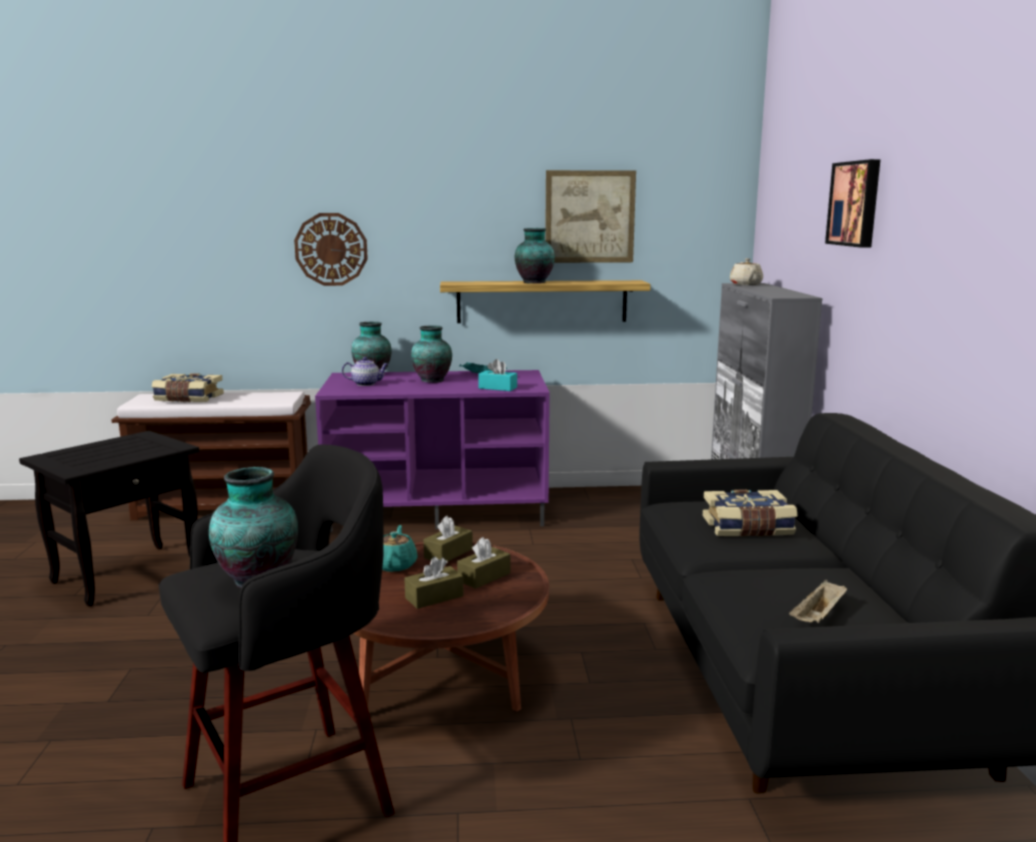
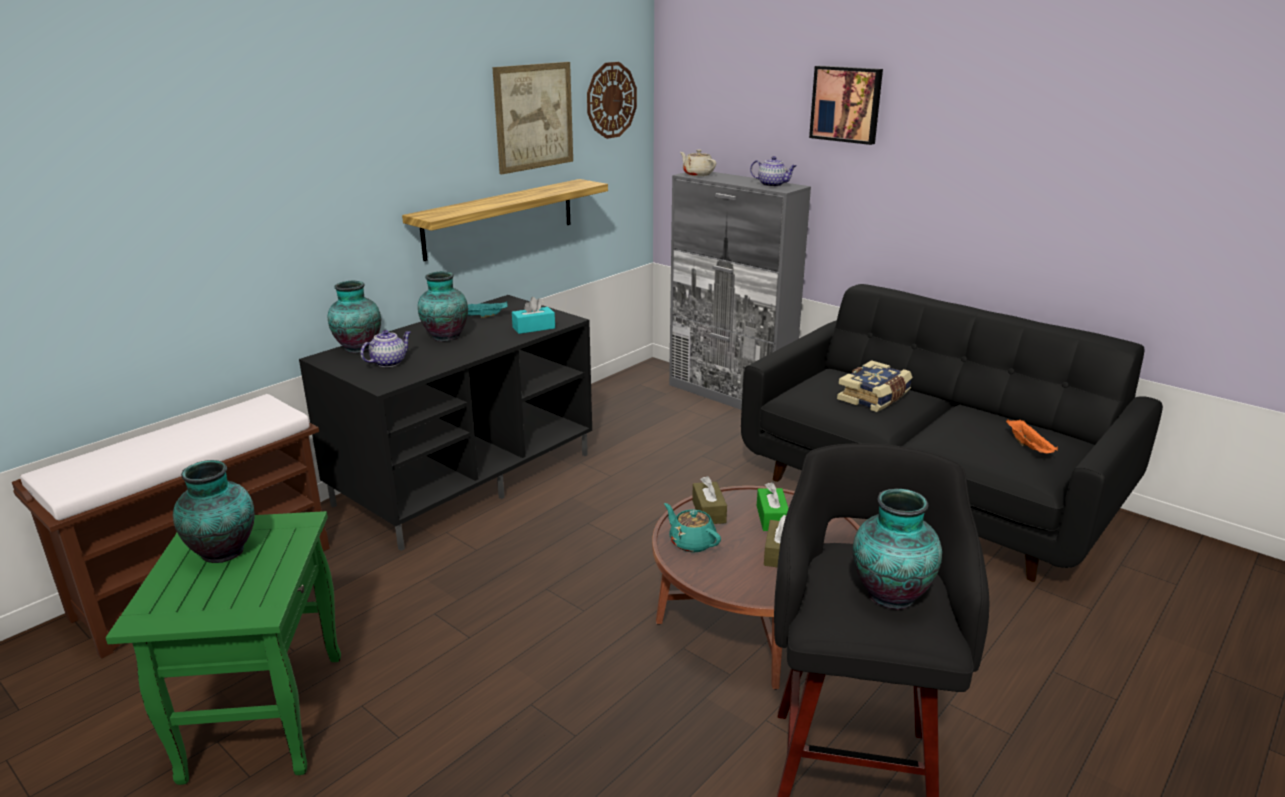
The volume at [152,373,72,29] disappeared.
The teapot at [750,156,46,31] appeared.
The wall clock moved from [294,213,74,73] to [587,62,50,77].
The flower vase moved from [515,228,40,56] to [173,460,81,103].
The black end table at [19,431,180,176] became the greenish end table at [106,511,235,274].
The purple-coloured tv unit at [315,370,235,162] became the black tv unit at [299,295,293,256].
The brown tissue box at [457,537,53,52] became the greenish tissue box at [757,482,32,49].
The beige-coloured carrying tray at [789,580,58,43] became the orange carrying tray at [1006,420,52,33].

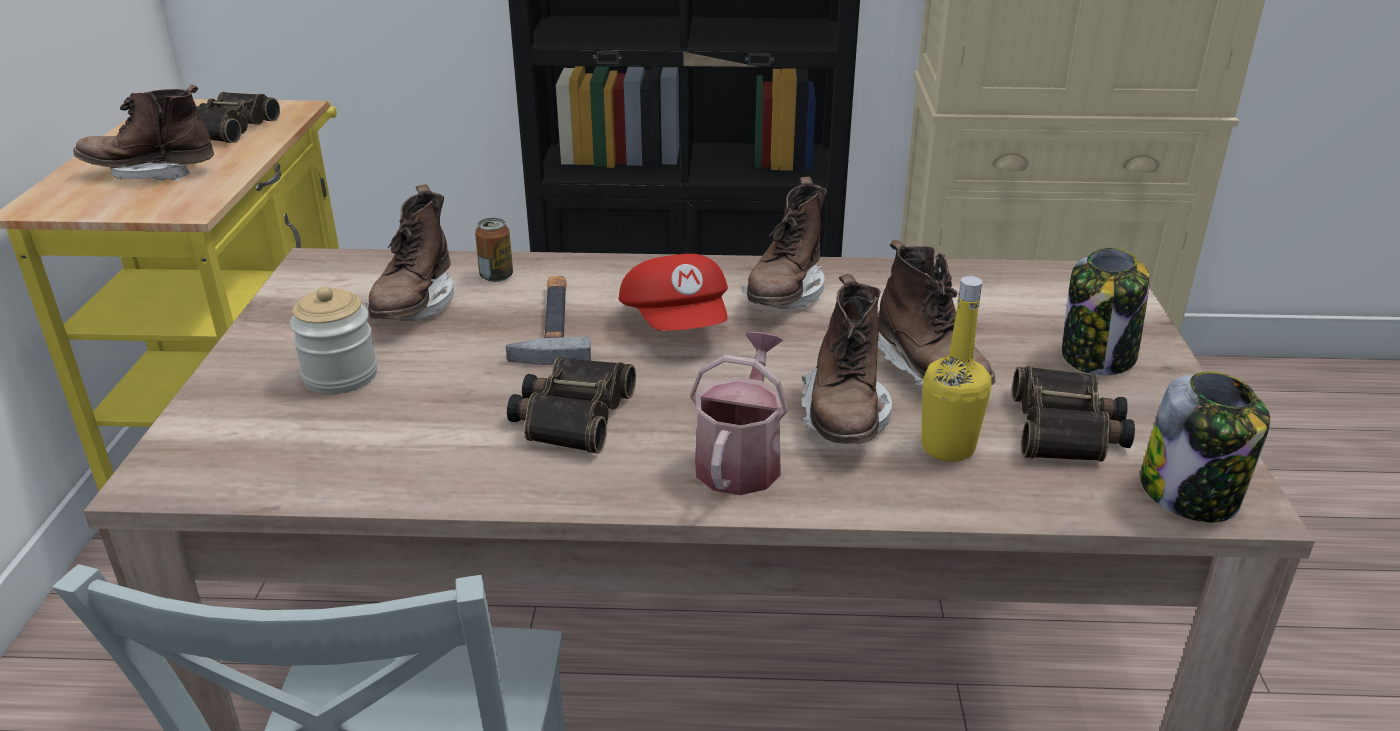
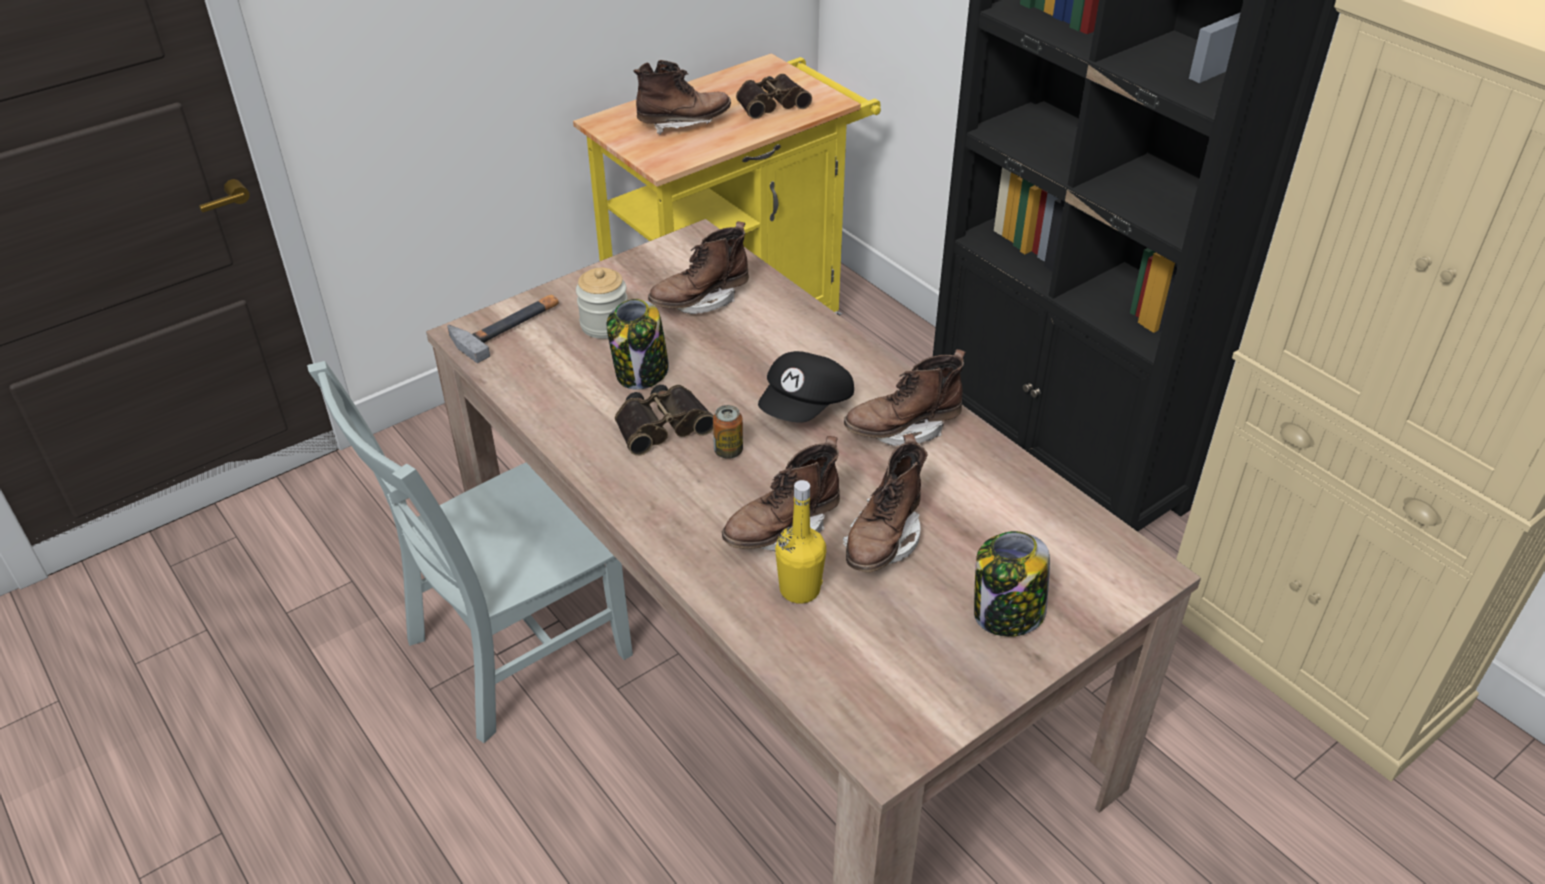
The watering can at [690,332,99,163] disappeared.
The pair of binoculars at [1012,366,123,96] disappeared.
The can moved from [475,218,38,64] to [713,405,30,54].
The tool hammer moved from [506,276,85,89] to [447,295,112,68].
The jar moved from [1140,371,130,151] to [607,299,62,91].
The red cap at [619,254,109,77] became the black cap at [758,351,96,72].
The brown boot at [74,85,140,96] turned 120 degrees clockwise.

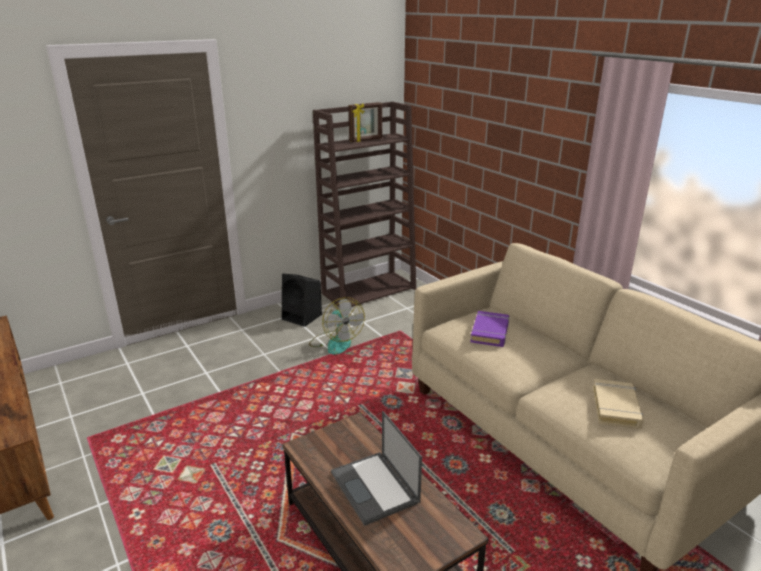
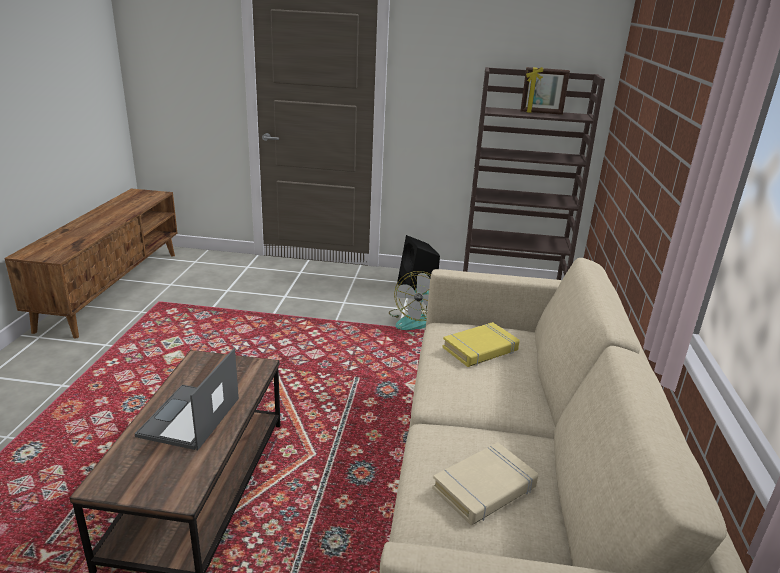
The purple-coloured volume at [471,311,38,36] became the yellowish volume at [442,322,78,45].

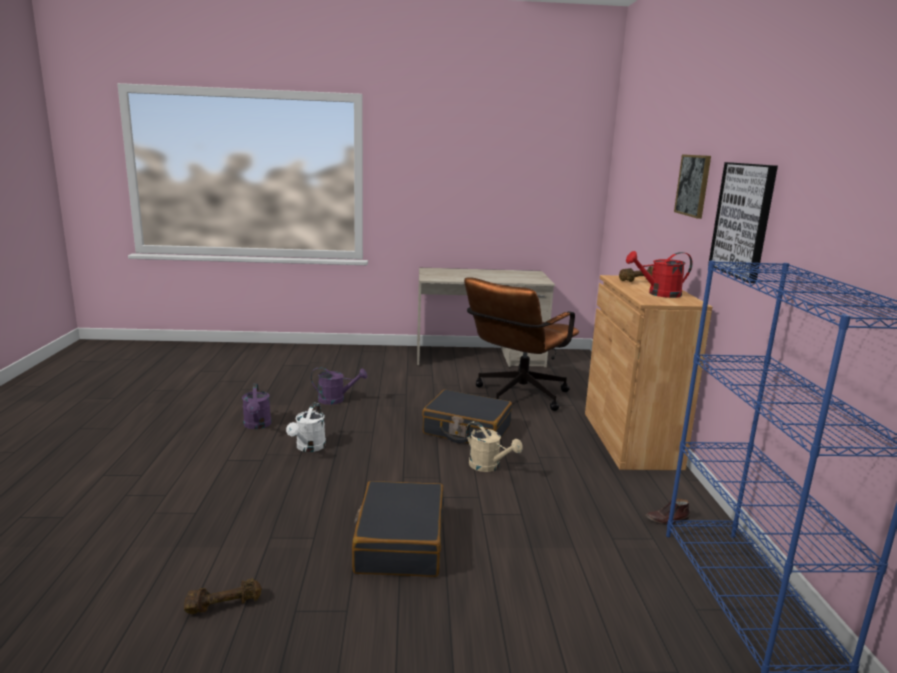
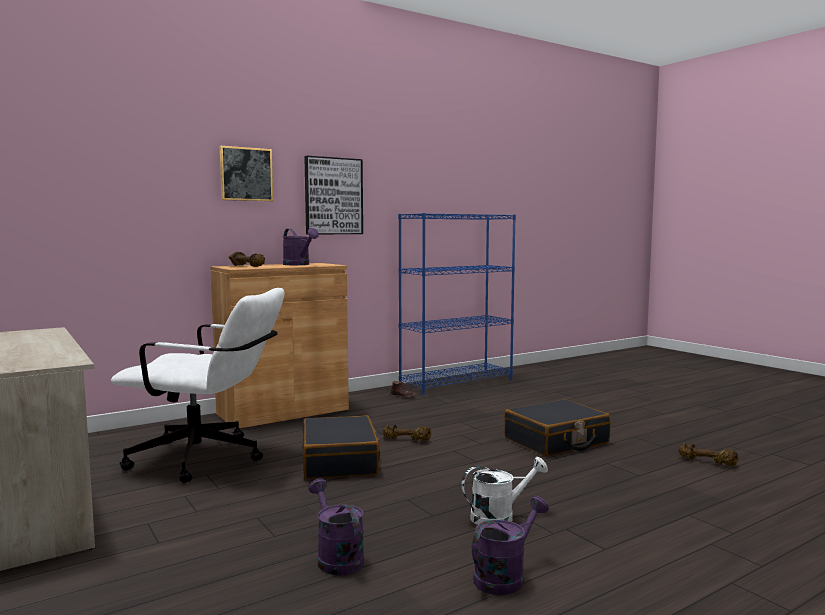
The beige-coloured watering can at [466,421,57,51] was replaced by the brown hand weight at [383,425,48,16].
The brown office chair at [464,278,115,133] became the whitish office chair at [111,288,174,195].
The red watering can at [626,251,66,47] became the purple-coloured watering can at [283,228,36,37].

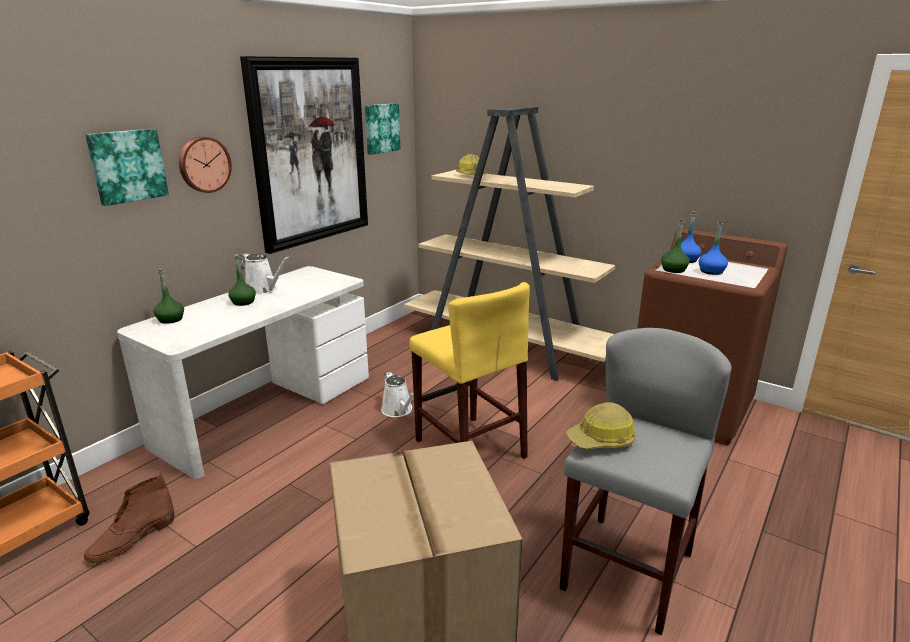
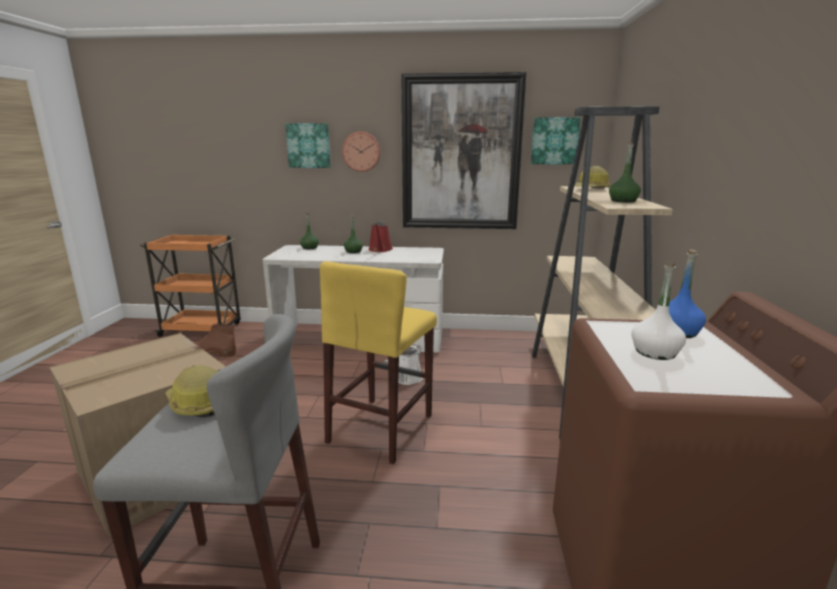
The greenish beverage bottle moved from [661,219,29,54] to [609,142,32,61].
The whitish watering can at [239,253,51,42] became the red watering can at [369,221,24,31].
The blue beverage bottle at [699,221,29,54] became the whitish beverage bottle at [632,262,54,98].

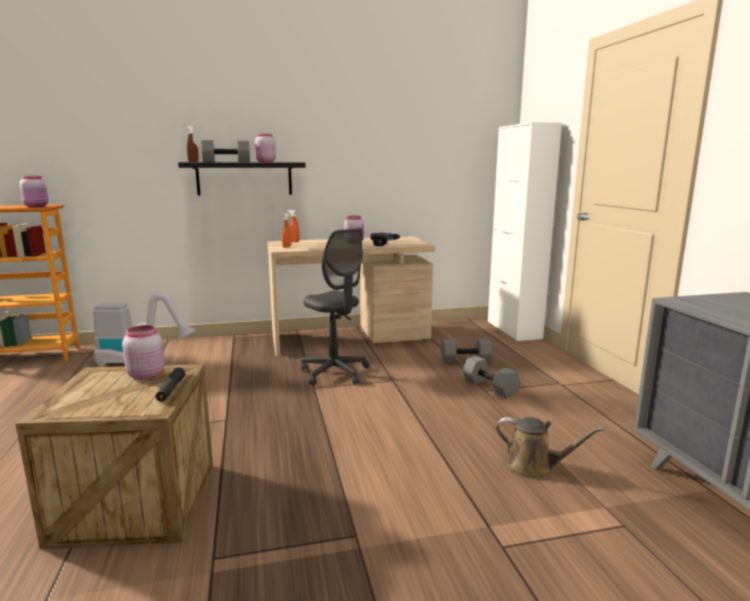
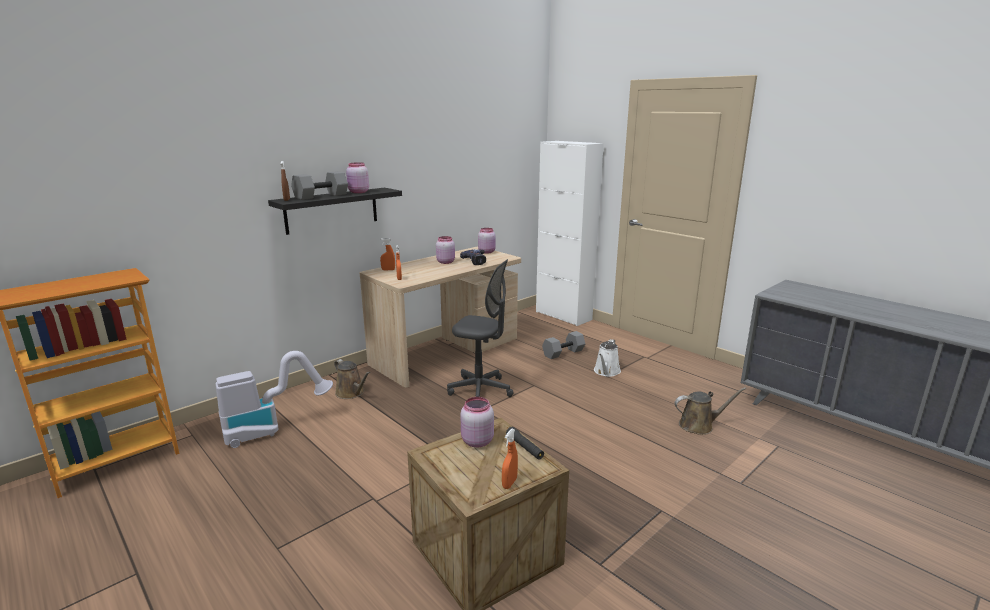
The brown watering can at [334,359,37,40] appeared.
The orange spray bottle at [502,428,16,61] appeared.
The pink-coloured jar moved from [20,176,28,31] to [478,228,18,26].
The greyish hand weight at [462,356,58,42] was replaced by the whitish watering can at [594,339,27,38].

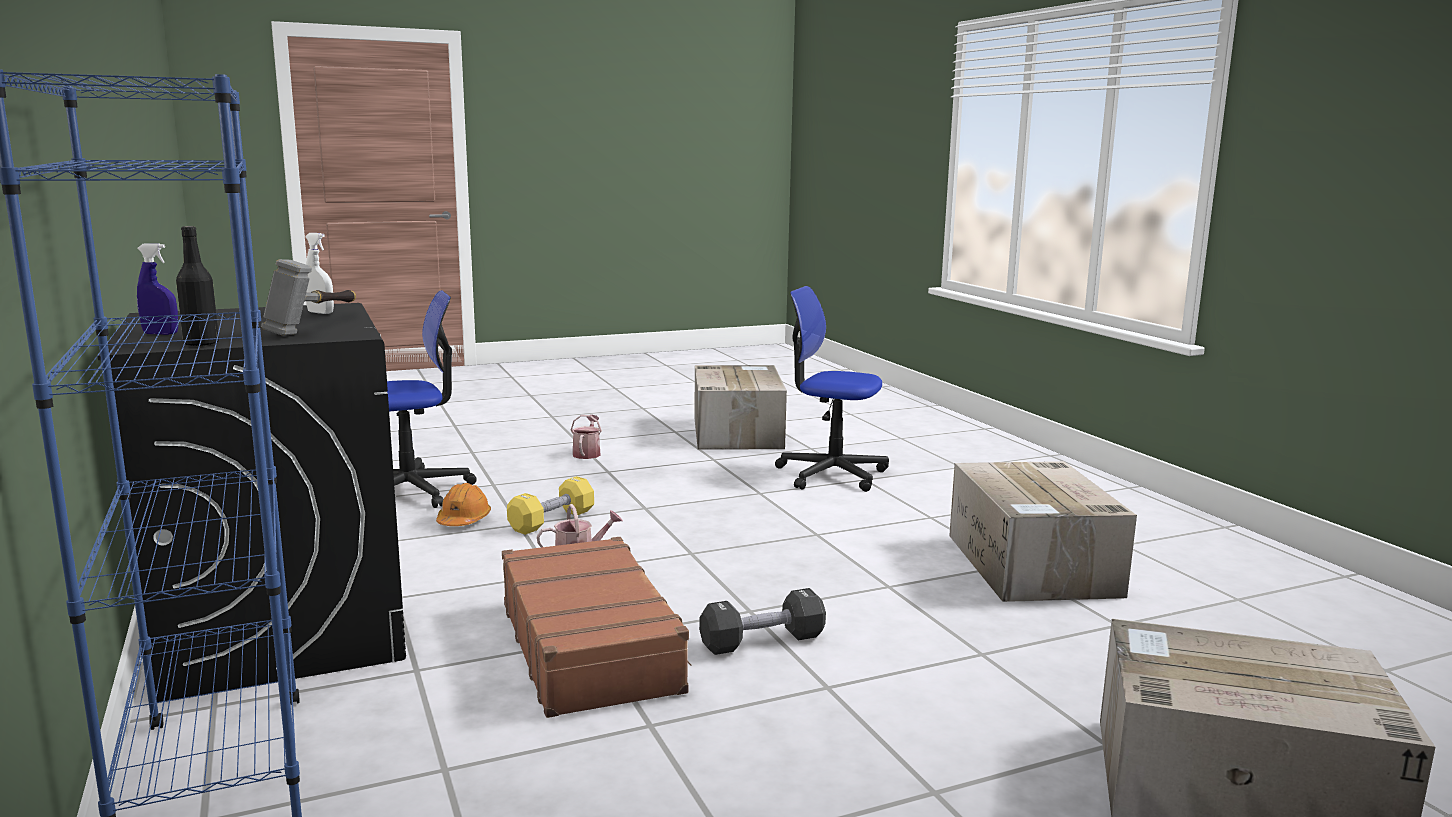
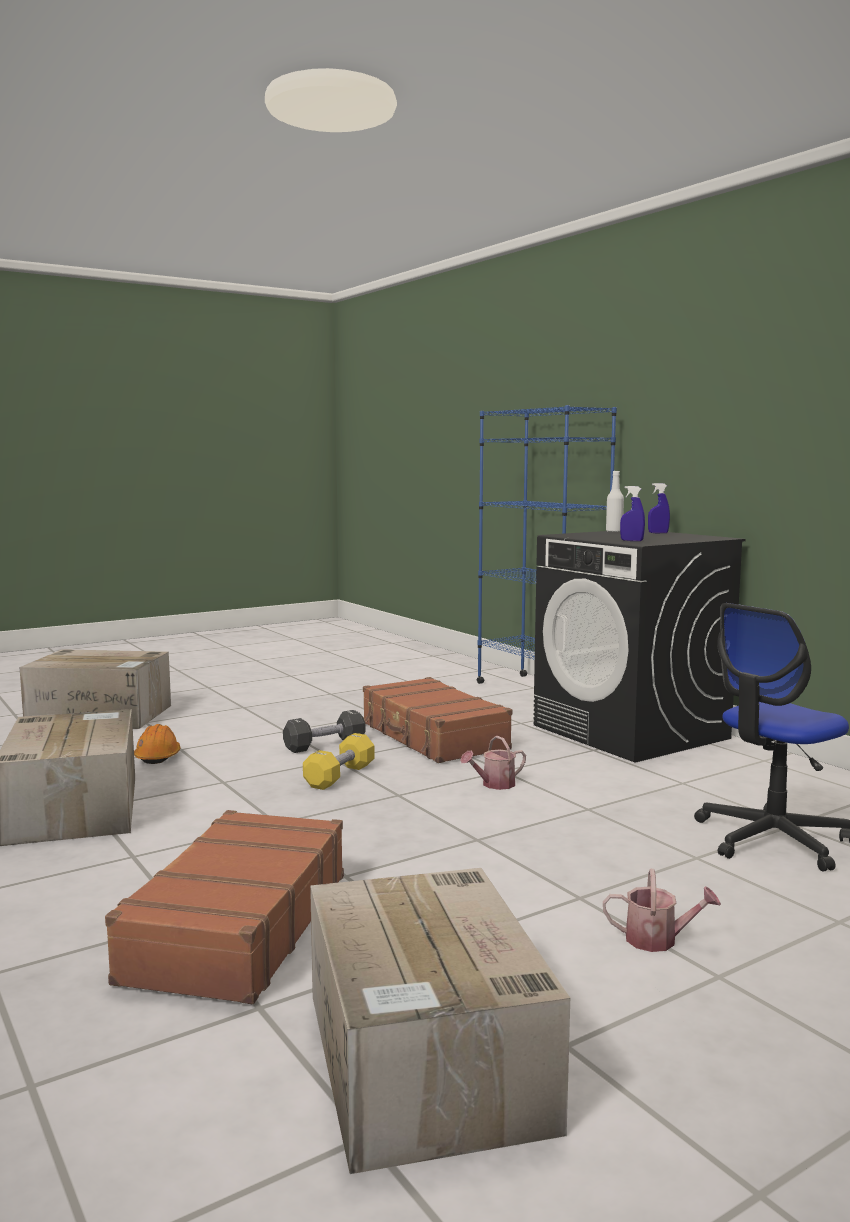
The tool hammer at [261,259,95,77] disappeared.
The orange hard hat moved from [436,483,55,43] to [134,724,46,40].
The yellowish hand weight moved from [507,476,87,59] to [303,733,72,57].
The office chair at [775,286,114,206] was replaced by the brown travel case at [105,810,239,194].
The black beverage bottle at [176,226,43,120] became the whitish beverage bottle at [606,471,18,61].
The whitish spray bottle at [305,233,29,81] became the blue spray bottle at [620,486,25,55].
The watering can at [571,415,31,44] turned 75 degrees counterclockwise.

